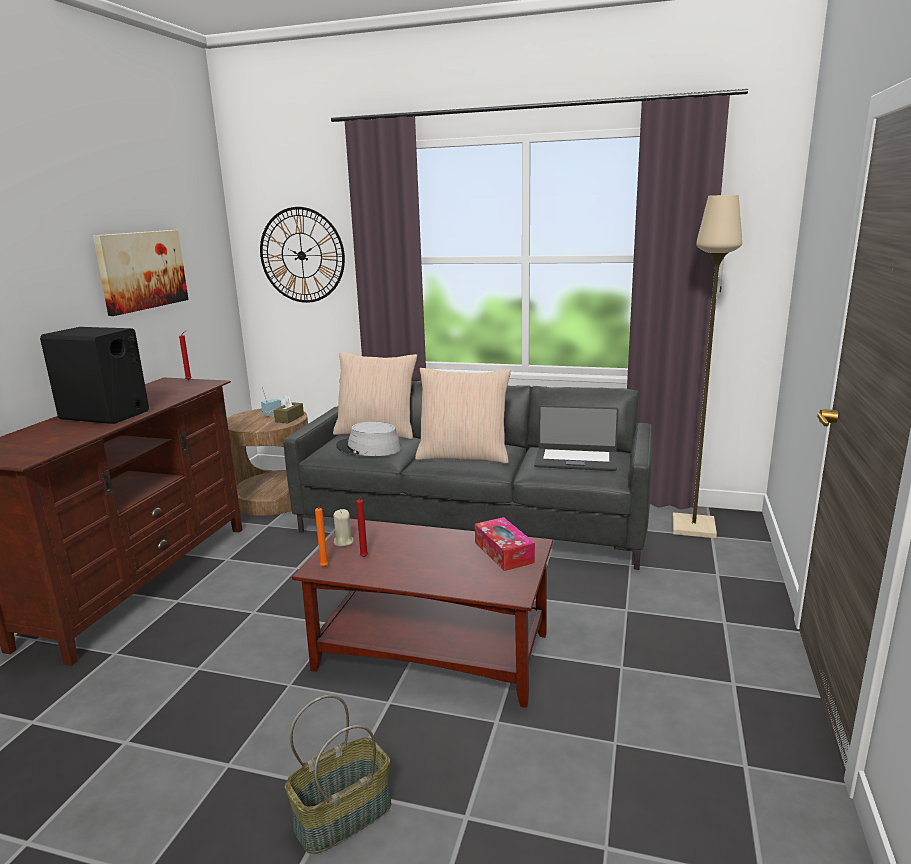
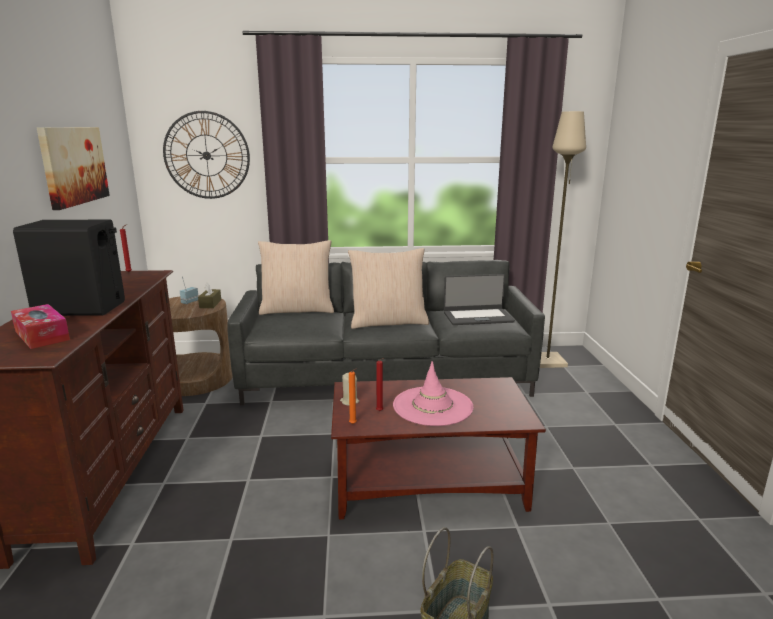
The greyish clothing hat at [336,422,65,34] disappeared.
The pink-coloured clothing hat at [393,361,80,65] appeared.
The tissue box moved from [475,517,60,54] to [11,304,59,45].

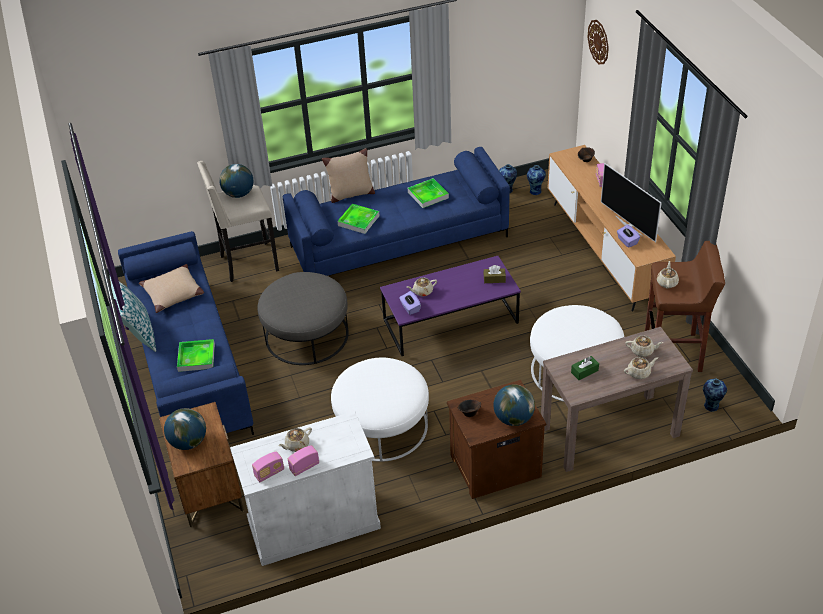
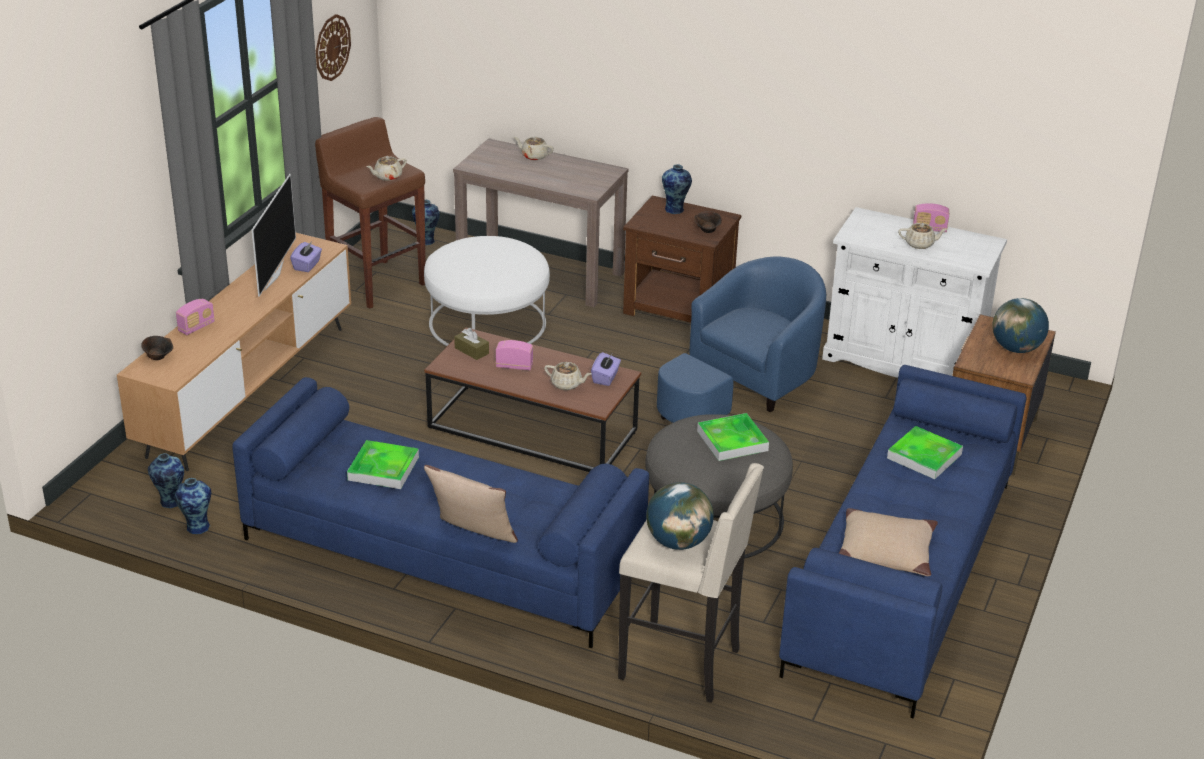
The pillow at [110,277,46,75] disappeared.
The greenish tissue box at [571,356,28,24] disappeared.
The beige-coloured teapot at [625,335,39,22] disappeared.
The radio set moved from [252,451,32,31] to [496,340,37,31].
The carrying tray moved from [337,204,43,30] to [697,413,72,48].
The wall clock moved from [588,20,21,44] to [316,14,35,67].
The whitish ottoman at [331,357,98,105] was replaced by the blue lounge chair at [657,256,169,167].
The world globe at [493,384,42,42] was replaced by the flower vase at [662,164,30,50].
The purple-coloured coffee table at [380,256,141,100] became the brown coffee table at [424,328,217,144].

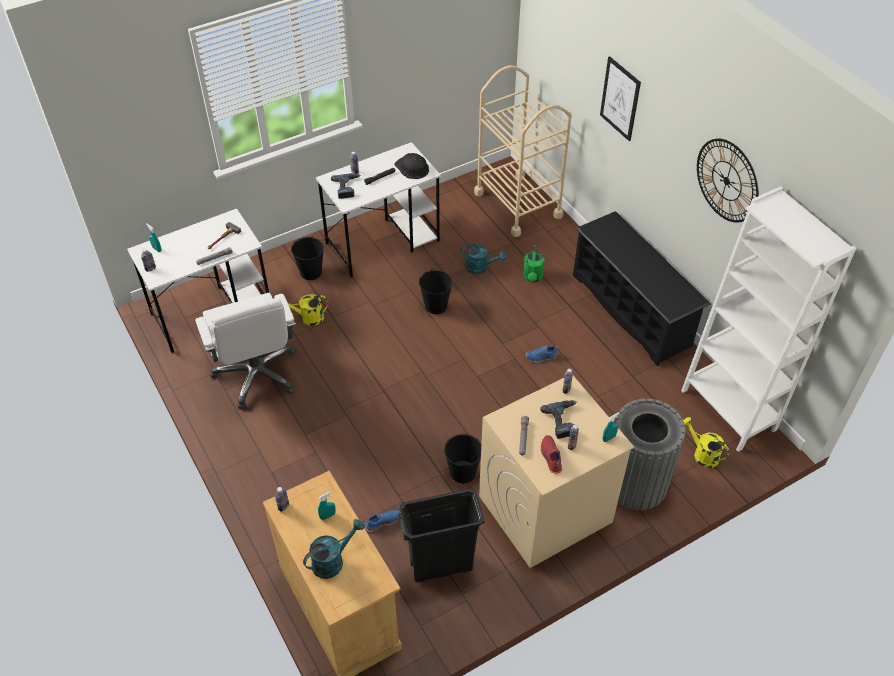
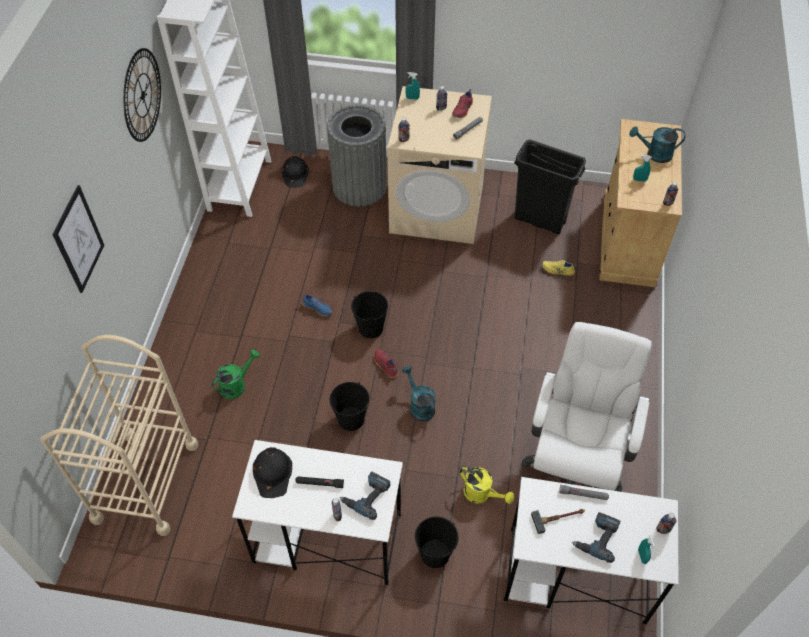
The black shoe shelf at [573,211,138,155] disappeared.
The red item of footwear at [374,349,24,29] appeared.
The black water bucket moved from [444,434,37,49] to [351,291,37,47].
The blue-green watering can moved from [460,243,46,31] to [402,366,34,56].
The drill moved from [540,400,37,39] to [572,512,49,51].
The yellowish watering can at [683,417,46,51] was replaced by the black hard hat at [282,156,27,32].
The blue item of footwear at [365,510,35,22] became the yellowish item of footwear at [542,260,34,16].

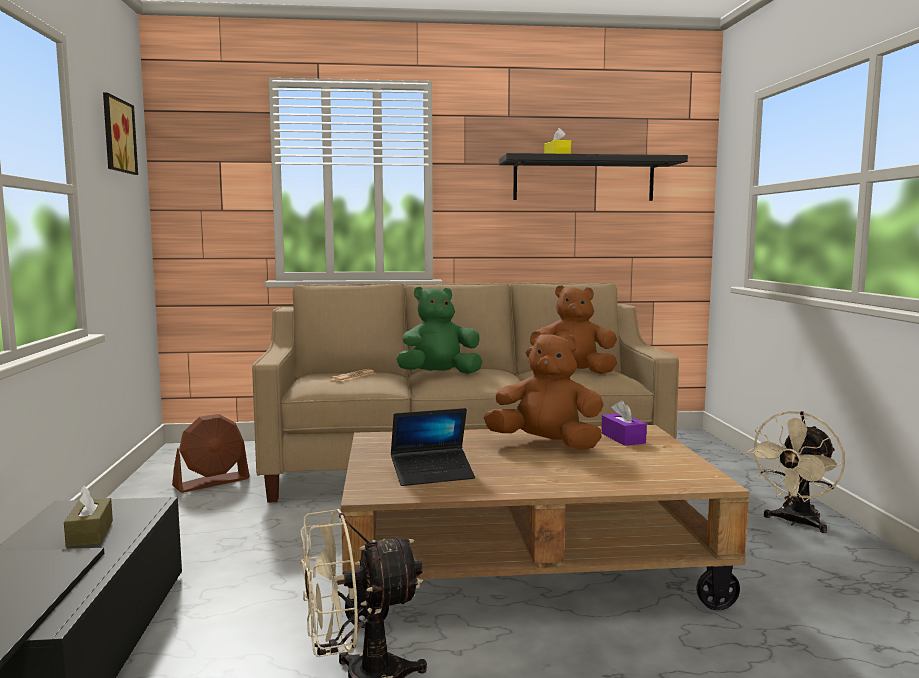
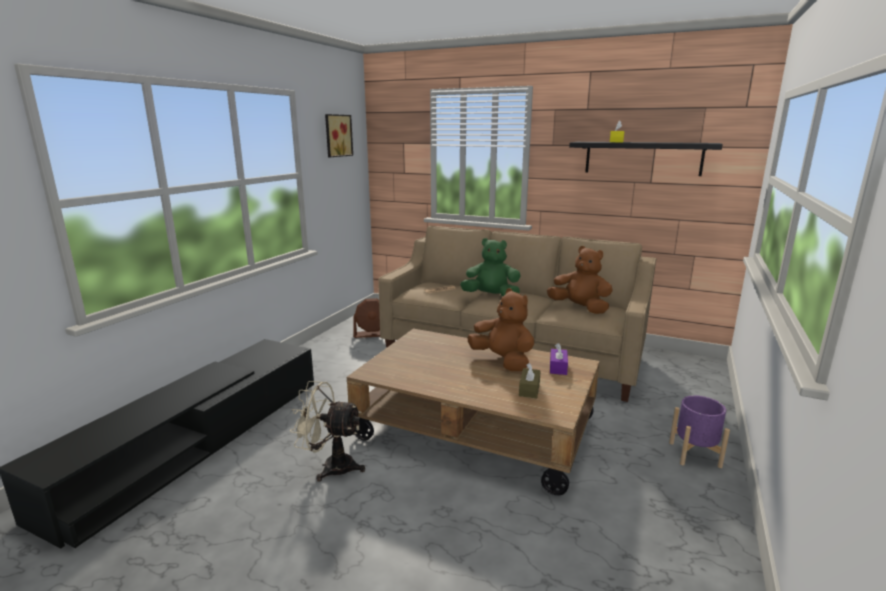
The notebook computer at [391,408,84,78] disappeared.
The brown tissue box moved from [64,486,49,61] to [519,363,22,35].
The beige-coloured electric fan at [747,411,98,122] was replaced by the purple-coloured plant pot at [669,395,61,73].

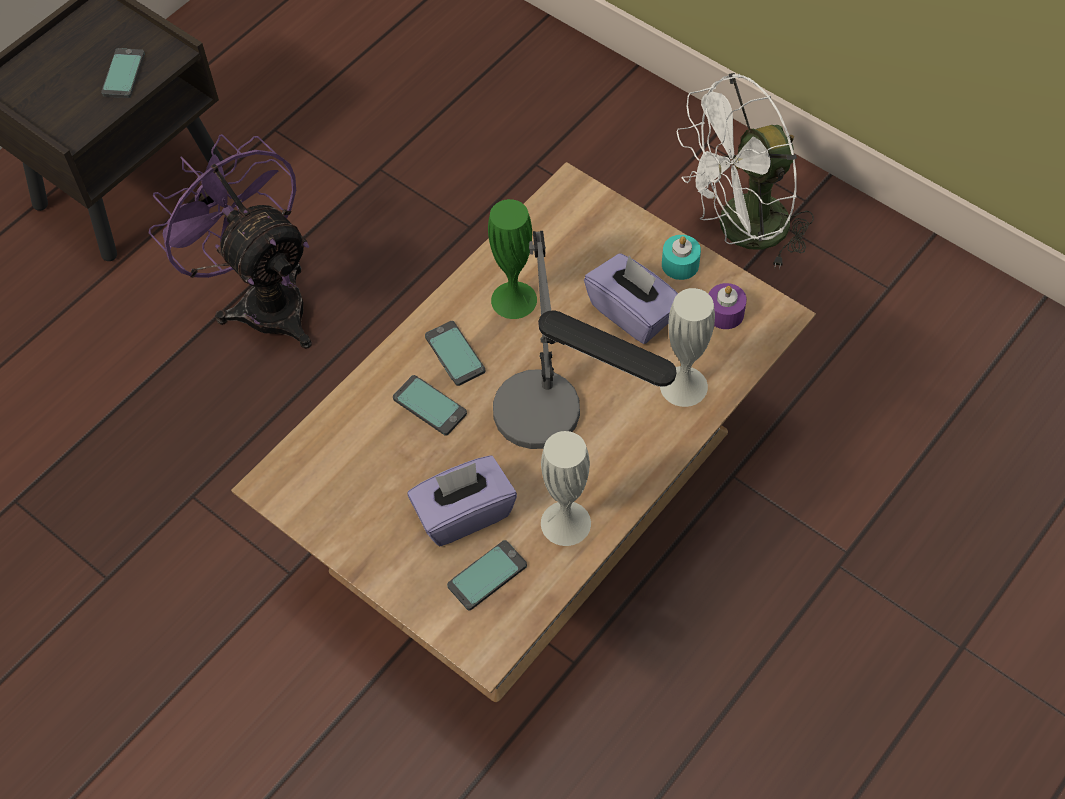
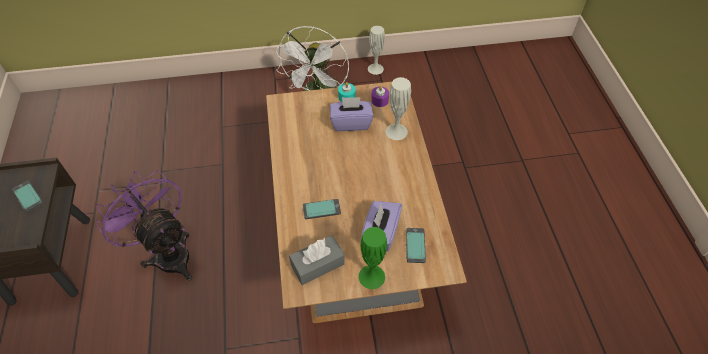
The telephone at [425,321,61,65] disappeared.
The lamp for a table at [493,231,183,218] disappeared.
The greyish tissue box at [289,235,56,50] appeared.
The greenish flower vase moved from [488,199,49,120] to [359,227,28,62].
The whitish flower vase moved from [541,431,50,115] to [368,26,17,49].
The purple-coloured electric fan at [149,134,163,215] turned 45 degrees clockwise.

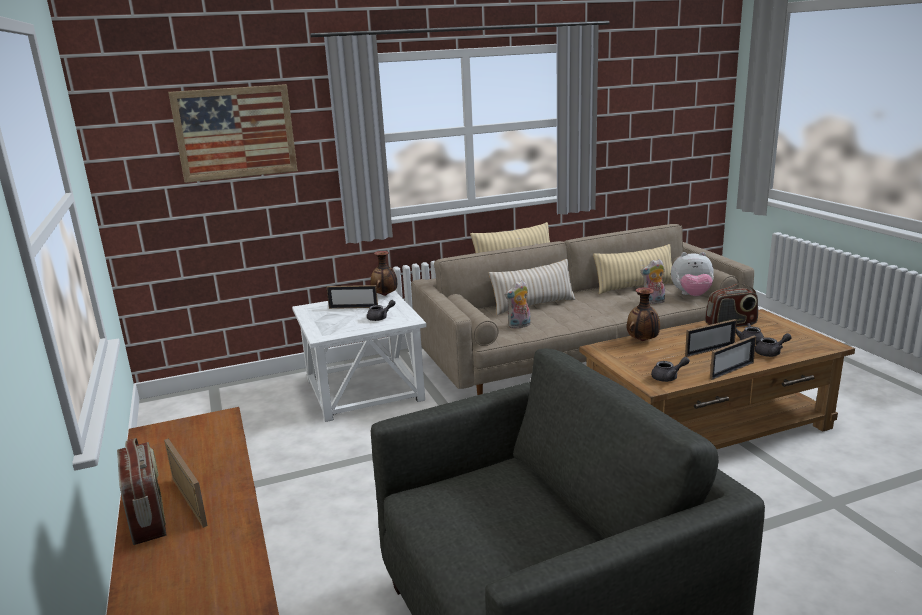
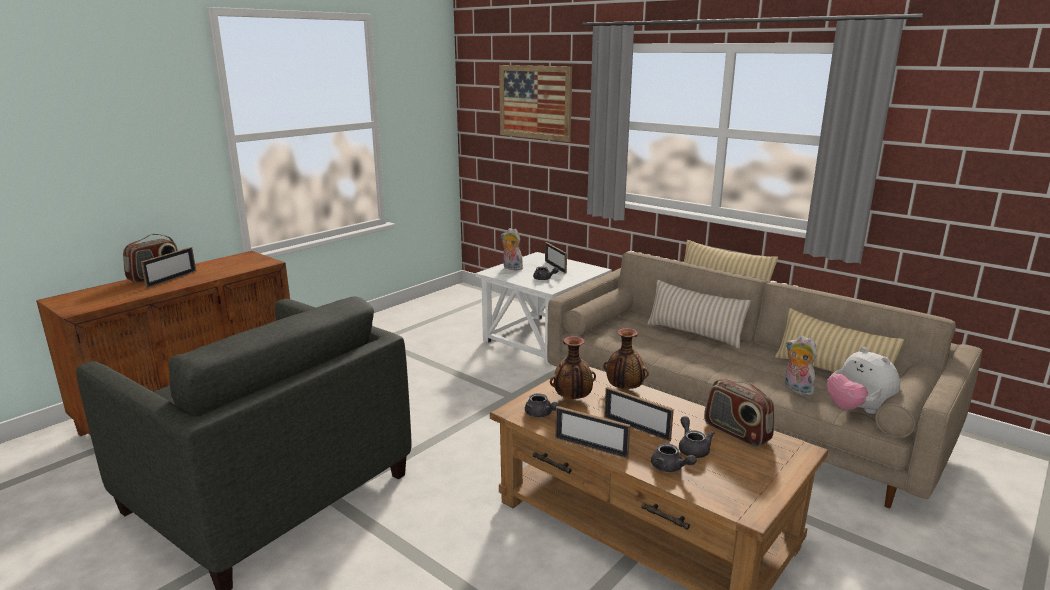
The flower vase moved from [371,251,26,45] to [550,336,46,63].
The soft toy moved from [505,280,26,49] to [501,228,22,42].

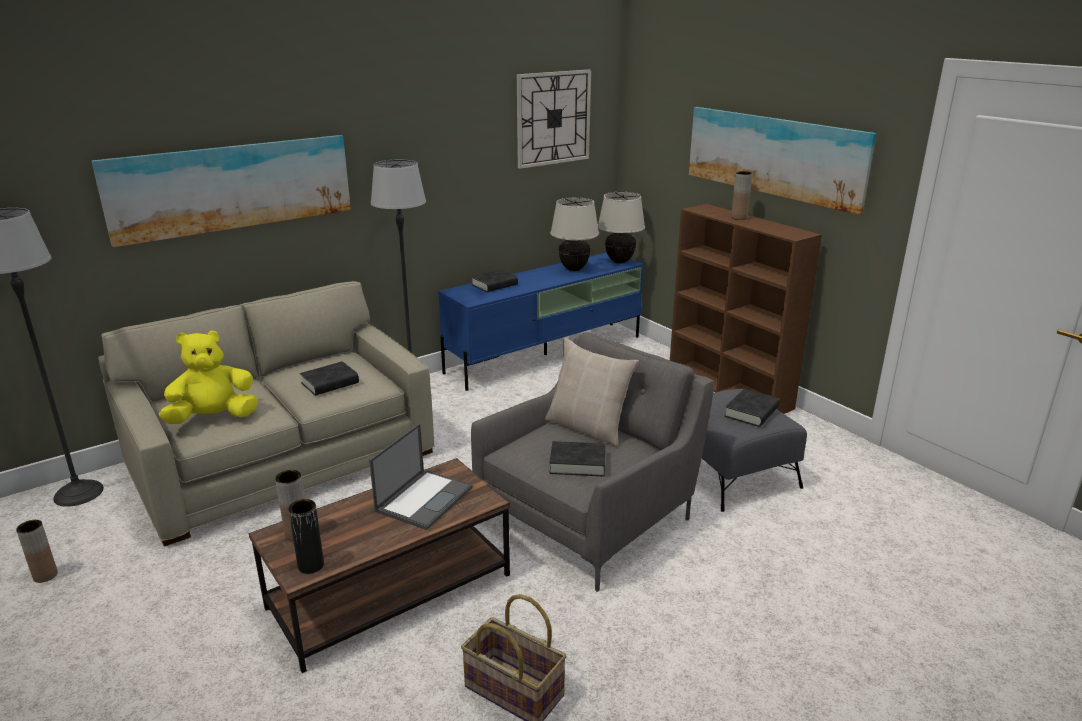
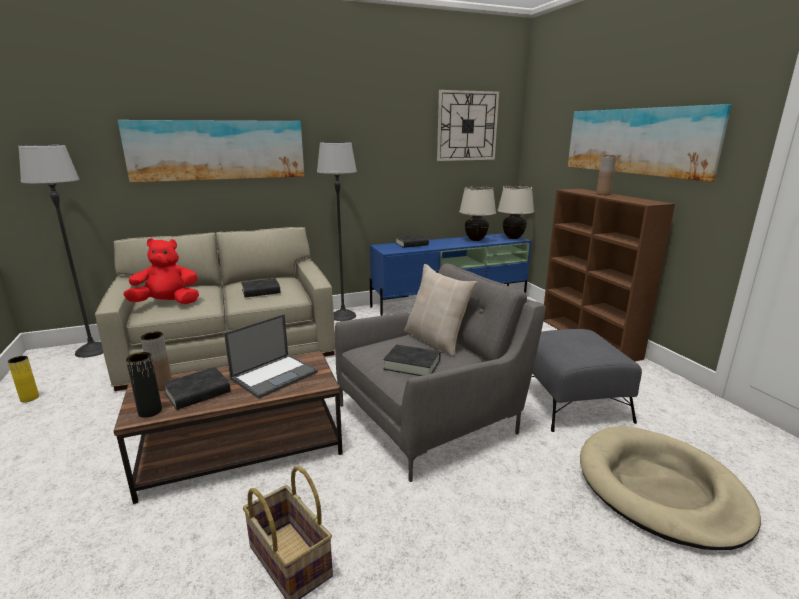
The beige-coloured dog cushion at [580,426,181,124] appeared.
The black volume moved from [725,389,54,38] to [163,367,68,43].
The brown flower vase at [16,520,42,63] became the yellowish flower vase at [8,356,31,46].
The yellowish soft toy at [159,330,99,94] became the red soft toy at [123,238,76,66].

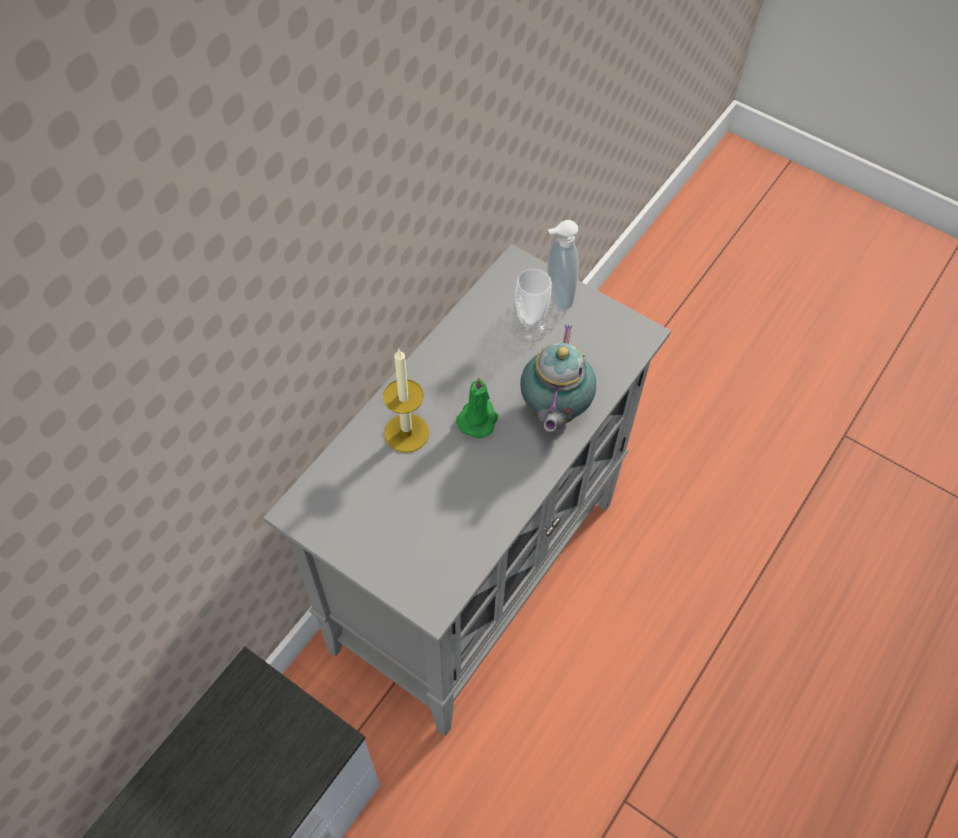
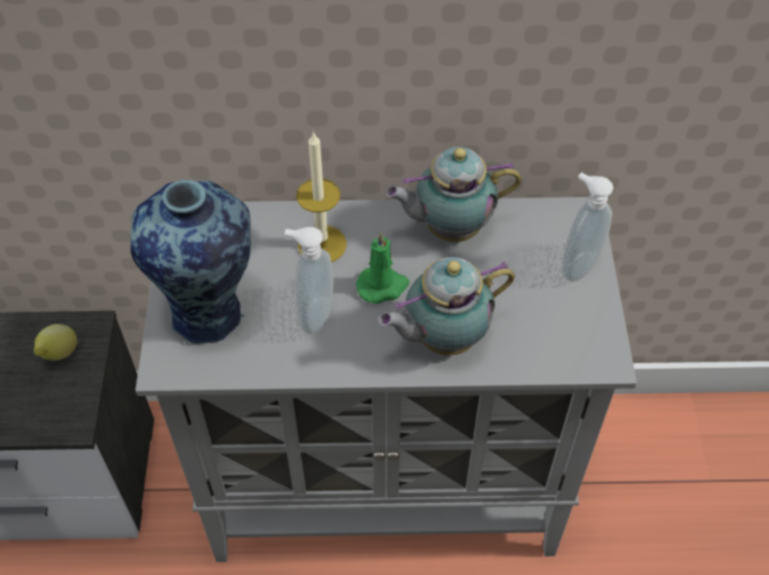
The small cup at [512,268,40,74] disappeared.
The citrus fruit at [34,324,43,36] appeared.
The flower vase at [130,180,121,164] appeared.
The liquid soap bottle at [284,227,49,107] appeared.
The teapot at [385,147,137,95] appeared.

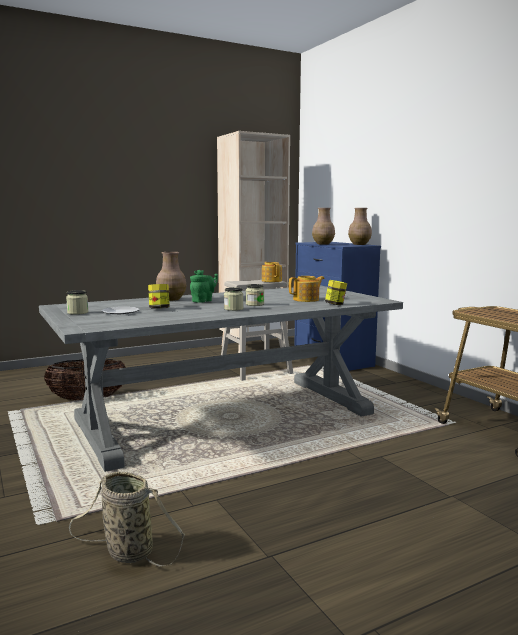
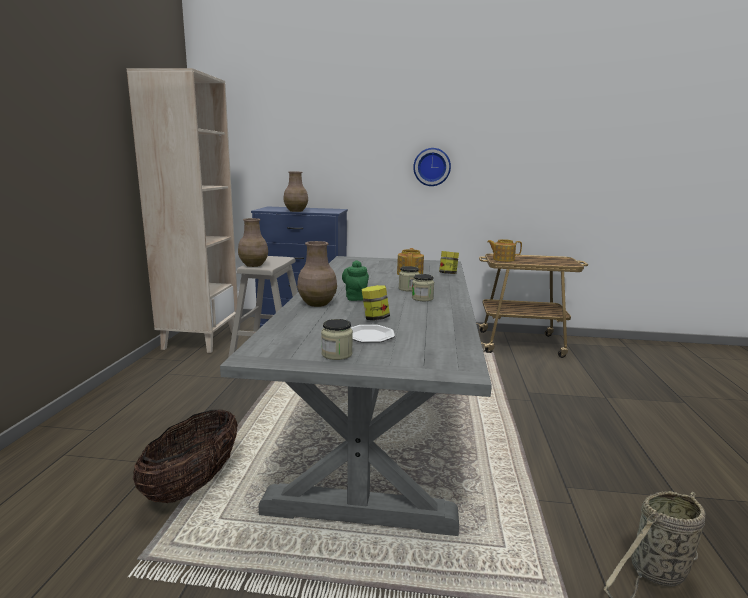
The wall clock at [413,148,38,38] appeared.
The teapot moved from [262,262,20,20] to [487,239,35,23].
The brown flower vase moved from [348,208,24,37] to [238,218,30,49].

